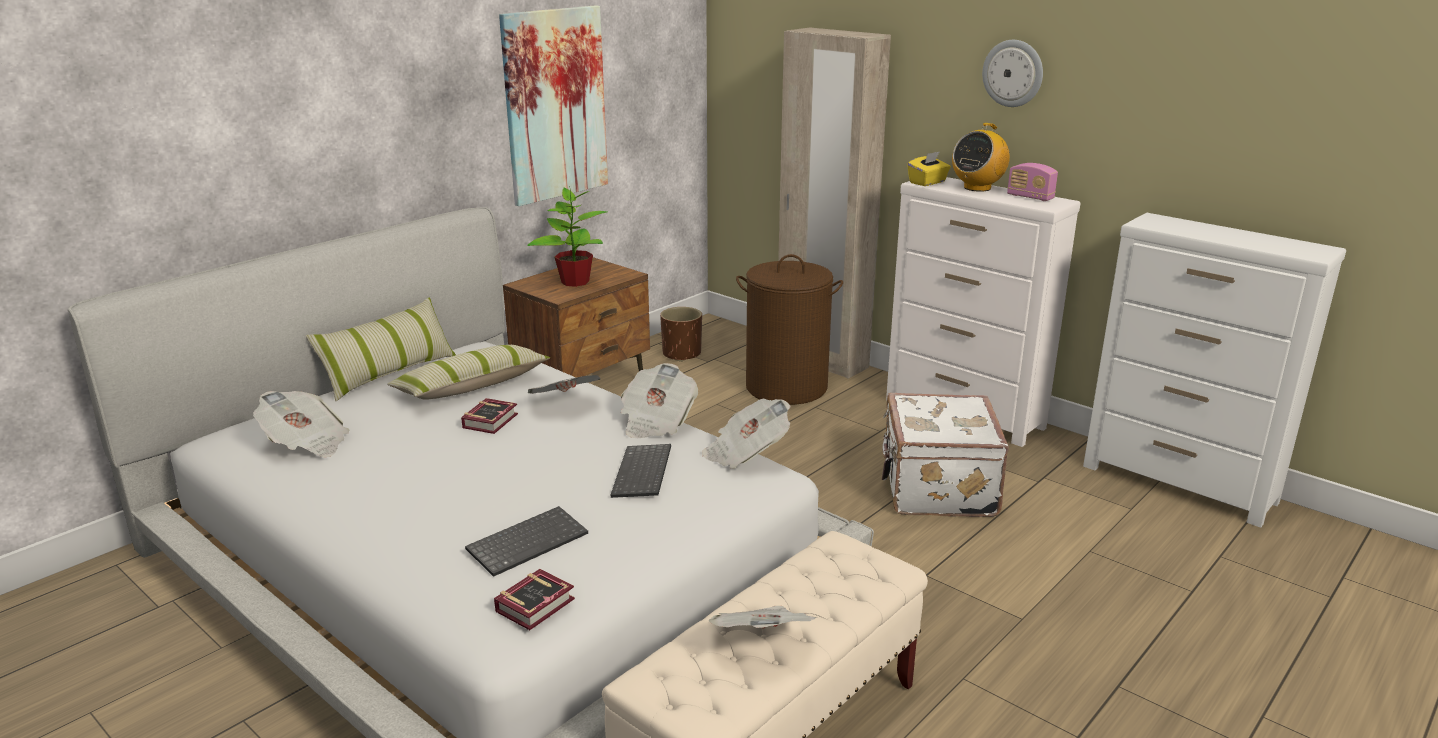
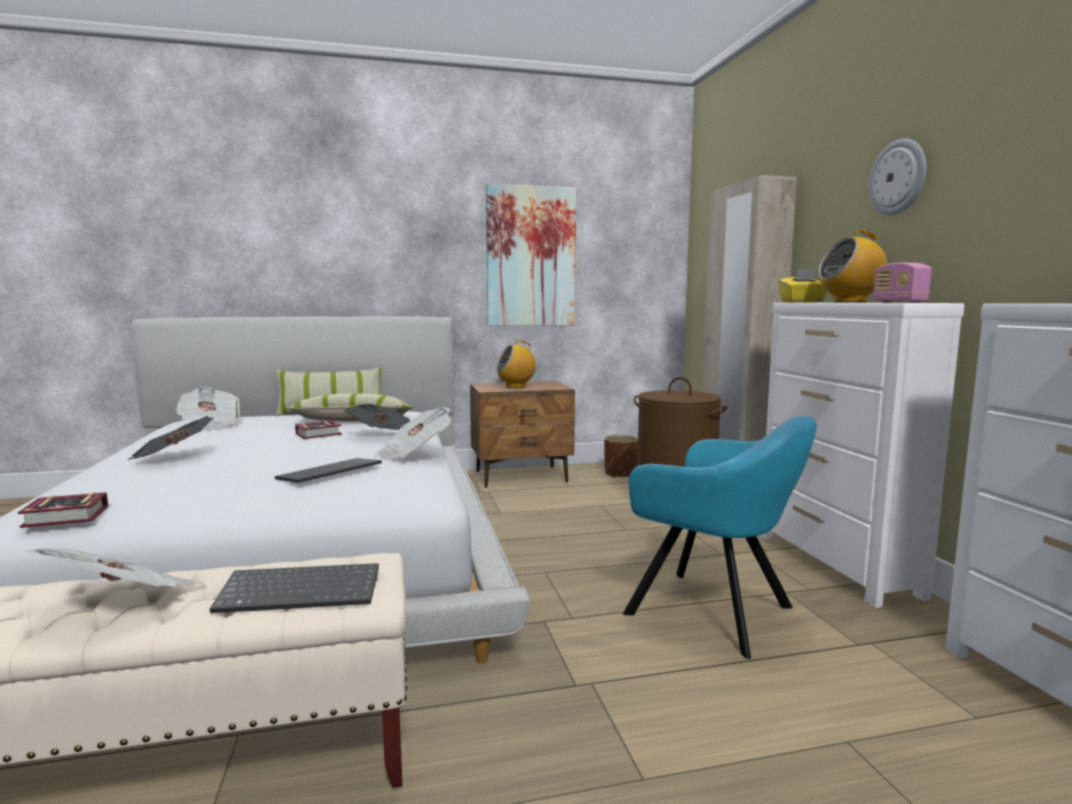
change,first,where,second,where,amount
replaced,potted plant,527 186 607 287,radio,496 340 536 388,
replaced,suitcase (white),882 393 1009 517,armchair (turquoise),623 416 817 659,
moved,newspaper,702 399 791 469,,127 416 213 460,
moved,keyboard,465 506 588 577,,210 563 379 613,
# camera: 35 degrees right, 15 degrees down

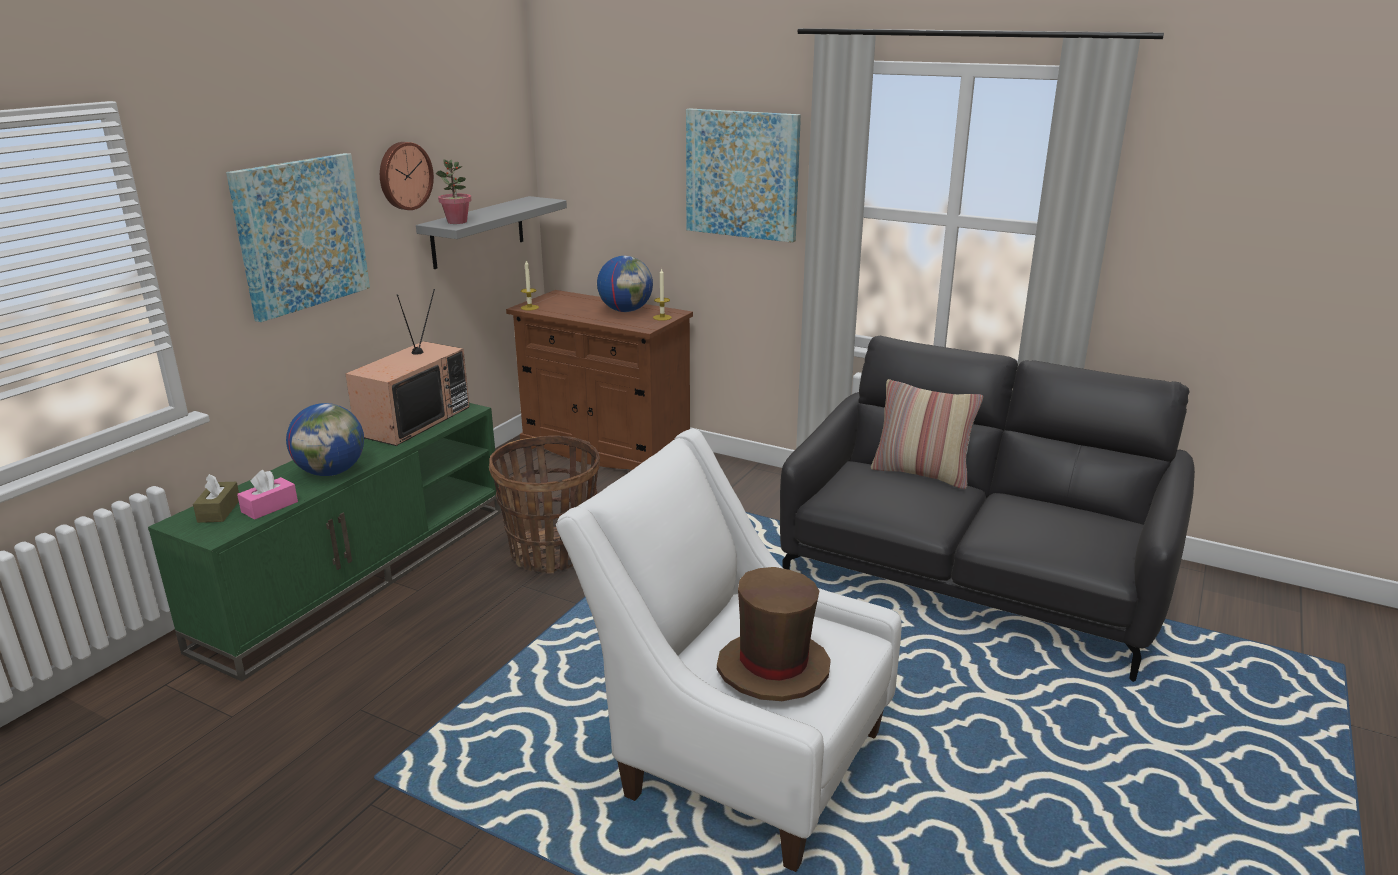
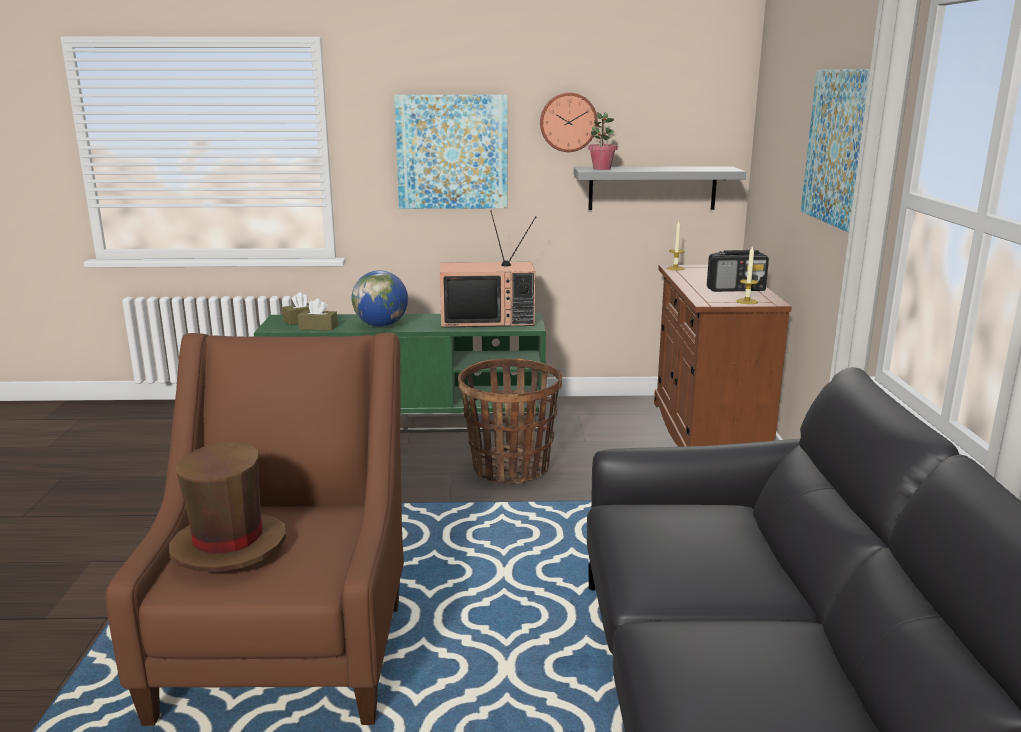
change,first,where,second,where,amount
replaced,globe,597 256 653 312,radio,707 250 769 292,
removed,pillow,871 379 983 489,,,
recoloured,armchair (white),556 429 901 872,armchair (brown),105 333 404 726,
recoloured,tissue box (pink),237 470 298 520,tissue box (brown),298 299 338 331,
# camera: 60 degrees right, 5 degrees down

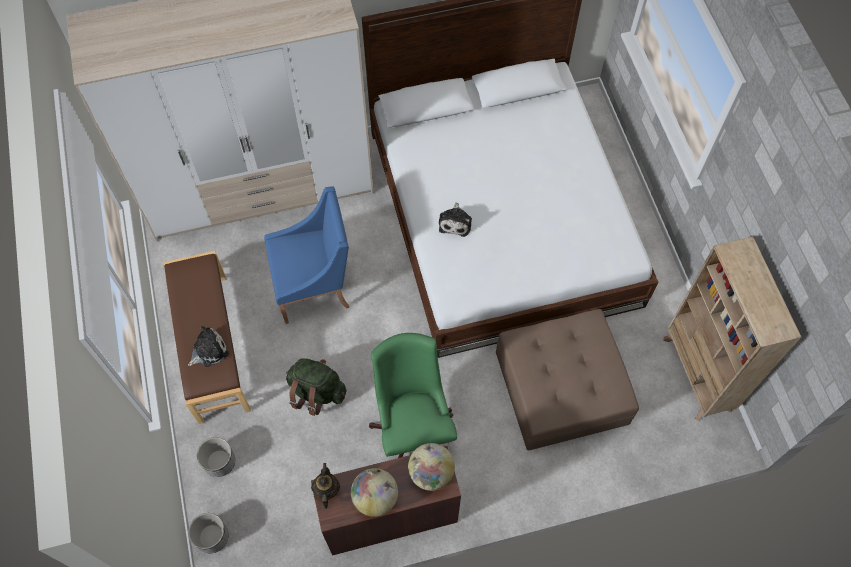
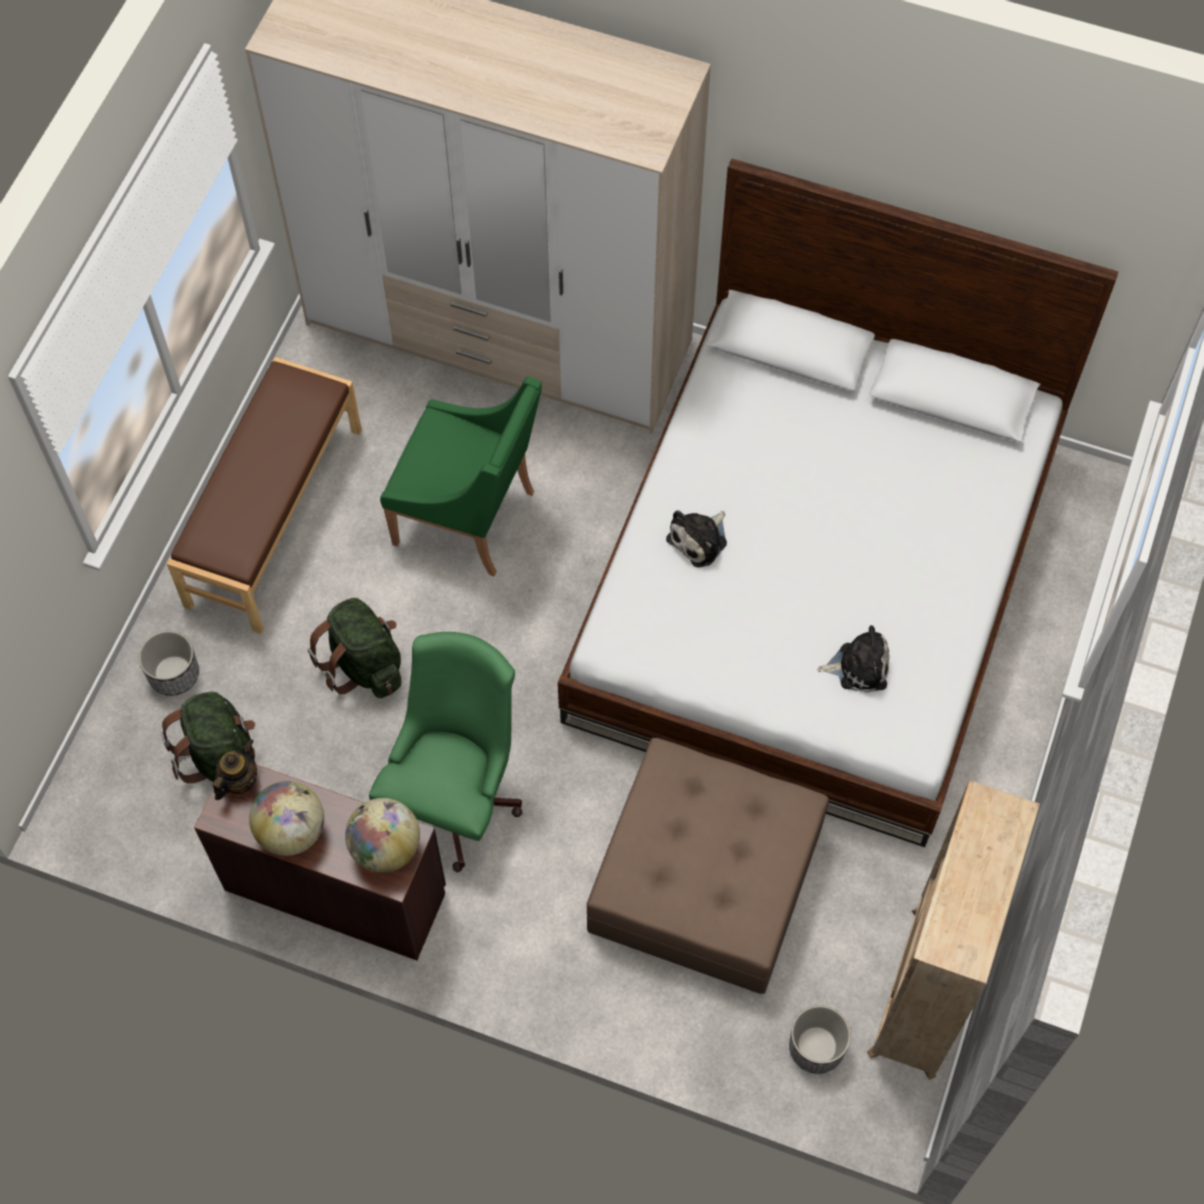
change,first,where,second,where,amount
recoloured,armchair (blue),264 186 349 324,armchair (green),380 376 542 577,
moved,plush toy,188 326 229 367,,818 625 890 693,
moved,planter,188 513 229 553,,789 1005 851 1074,
added,,,backpack (green),161 692 255 784,
# camera: 35 degrees right, 0 degrees up

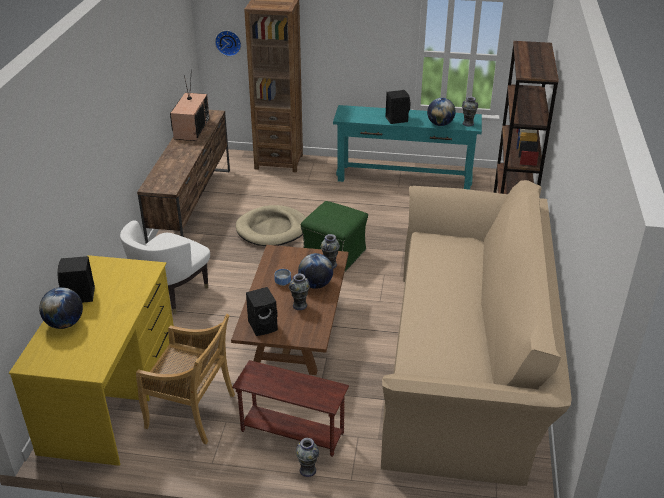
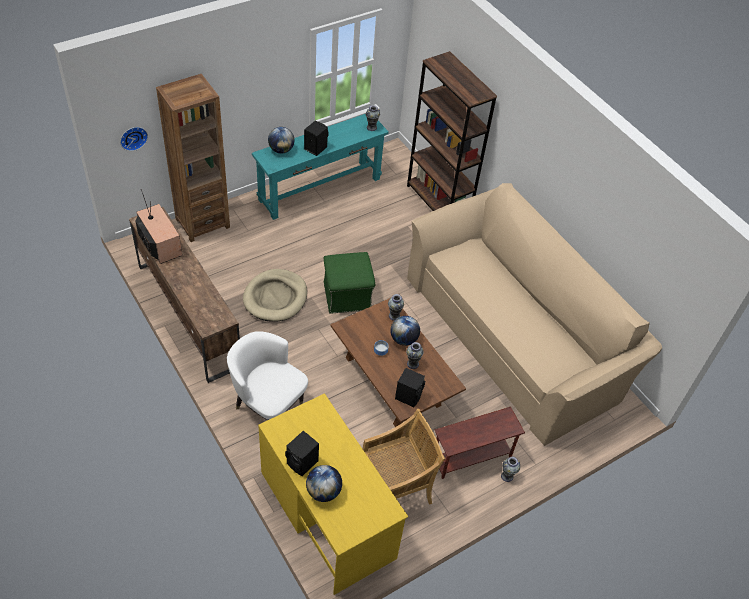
change,first,where,second,where,amount
moved,globe,427 98 455 126,,268 127 294 153,
turned,armchair (white),120 221 210 314,,227 331 308 420,135 degrees clockwise
# camera: 45 degrees left, 15 degrees up

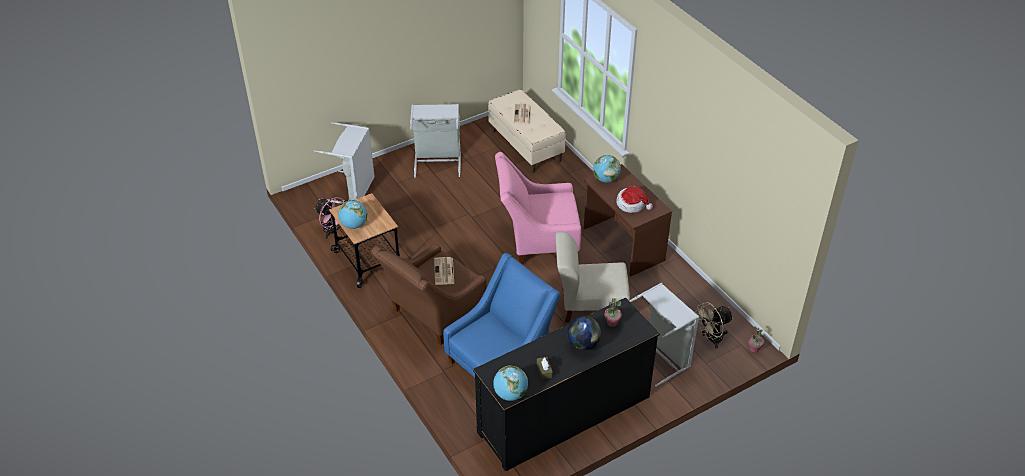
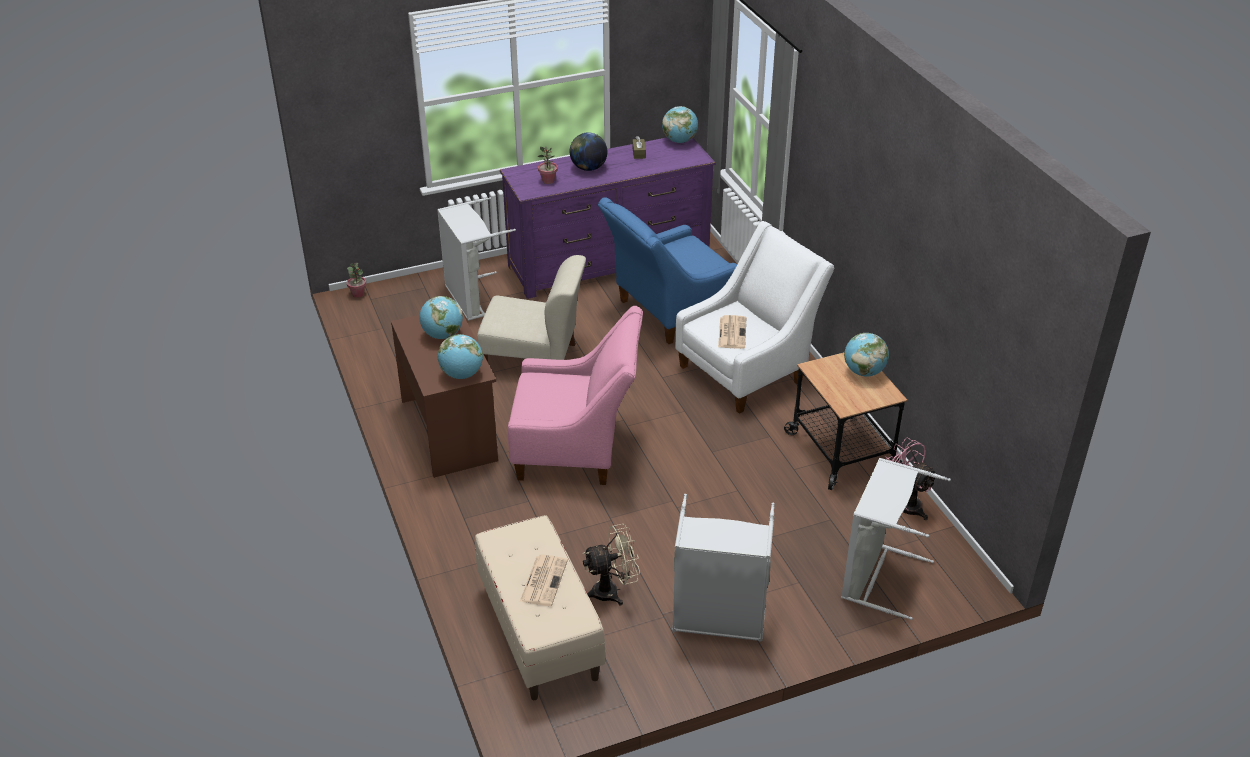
change,first,where,second,where,amount
replaced,hat,616 186 653 213,globe,420 296 463 339,
recoloured,armchair (brown),371 244 487 345,armchair (white),675 221 835 414,
recoloured,dresser (black),473 298 660 472,dresser (purple),500 137 715 299,
moved,fan (beige),696 302 733 349,,583 524 640 605,
# camera: 170 degrees left, 5 degrees down

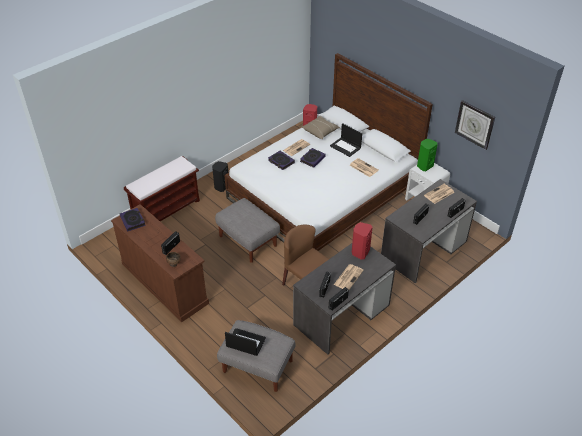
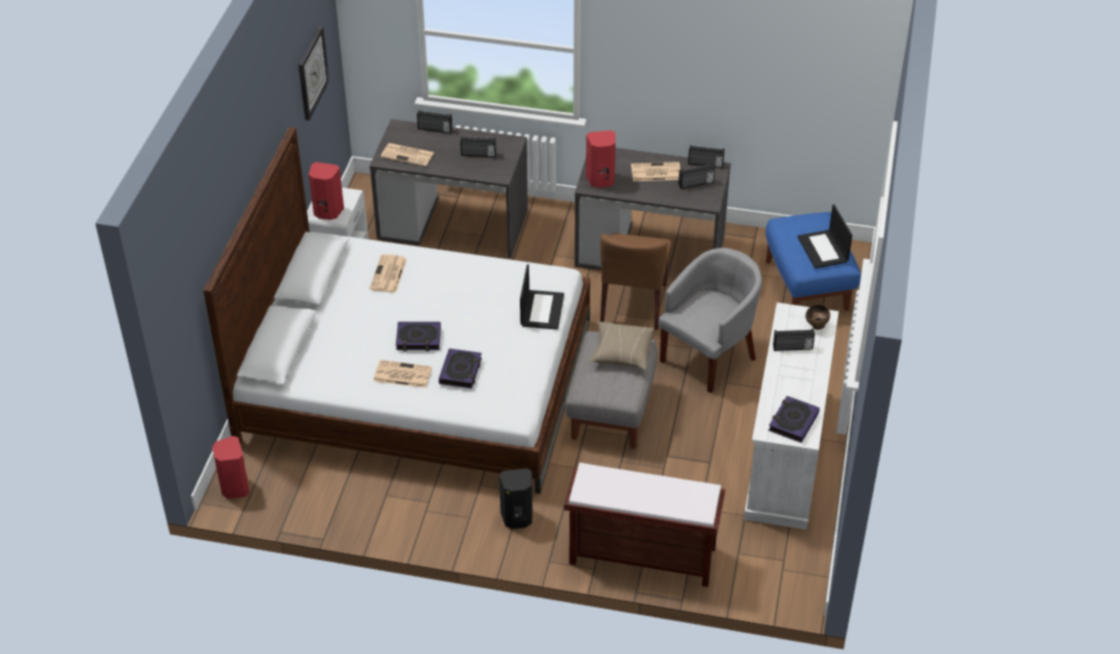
change,first,where,second,where,amount
moved,pillow (beige),302 116 340 139,,590 322 654 370,
moved,laptop,330 123 362 157,,520 264 564 330,
recoloured,speaker (green),417 139 438 171,speaker (red),309 162 344 220,
recoloured,dresser (brown),111 204 209 322,dresser (white),744 302 839 530,
recoloured,ottoman (grey),217 320 296 392,ottoman (blue),766 212 861 311,
added,,,armchair (grey),658 248 762 393,
# camera: 125 degrees left, 0 degrees up

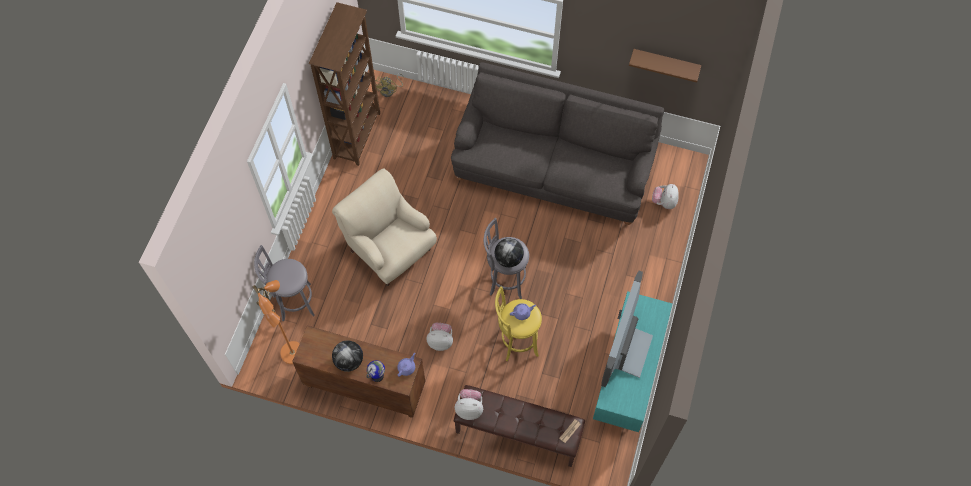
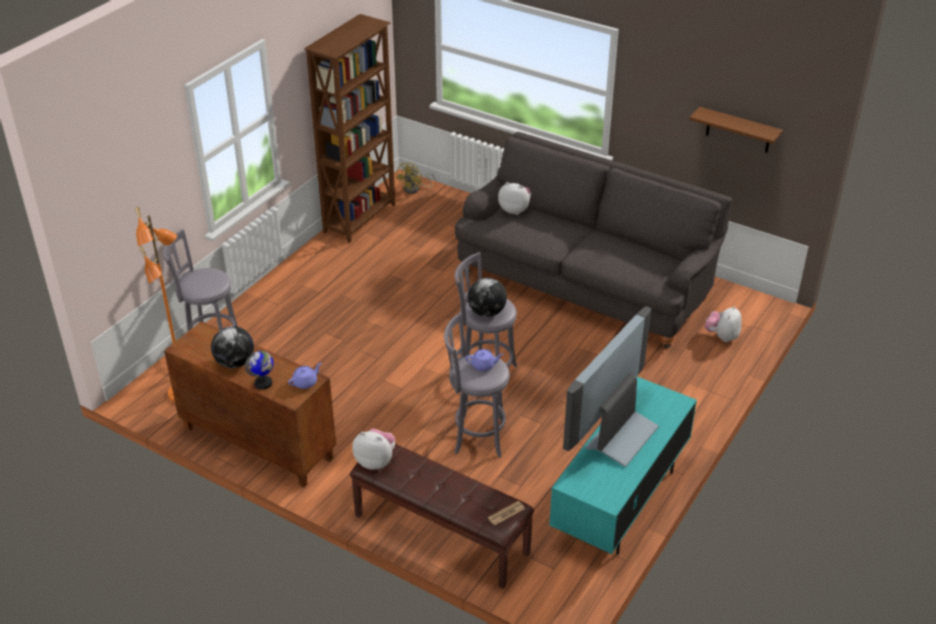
change,first,where,second,where,amount
removed,armchair (beige),332 169 437 286,,,
recoloured,stool (yellow),495 286 542 361,stool (grey),444 312 510 458,
moved,plush toy,426 323 453 351,,498 182 531 215,
# camera: 15 degrees right, 25 degrees down

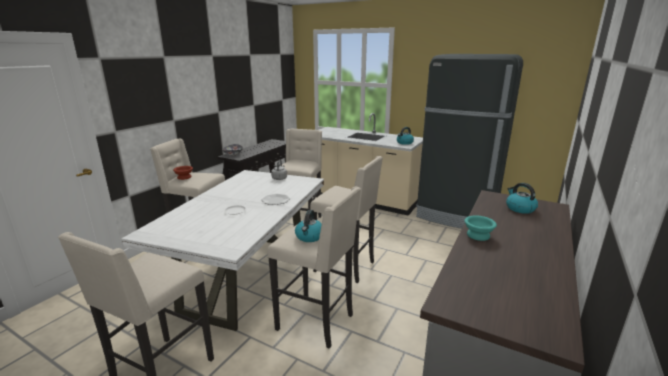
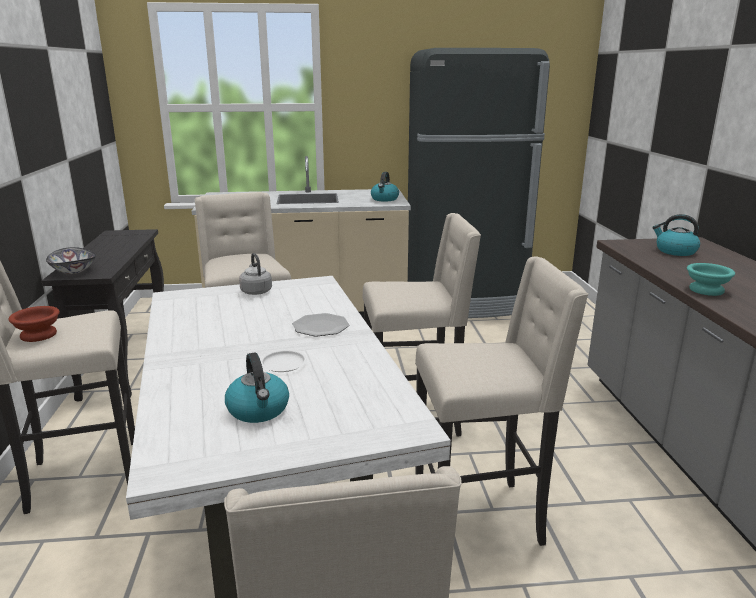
change,first,where,second,where,amount
moved,kettle,295 210 322 242,,225 353 289 423,
# camera: 35 degrees left, 0 degrees up

